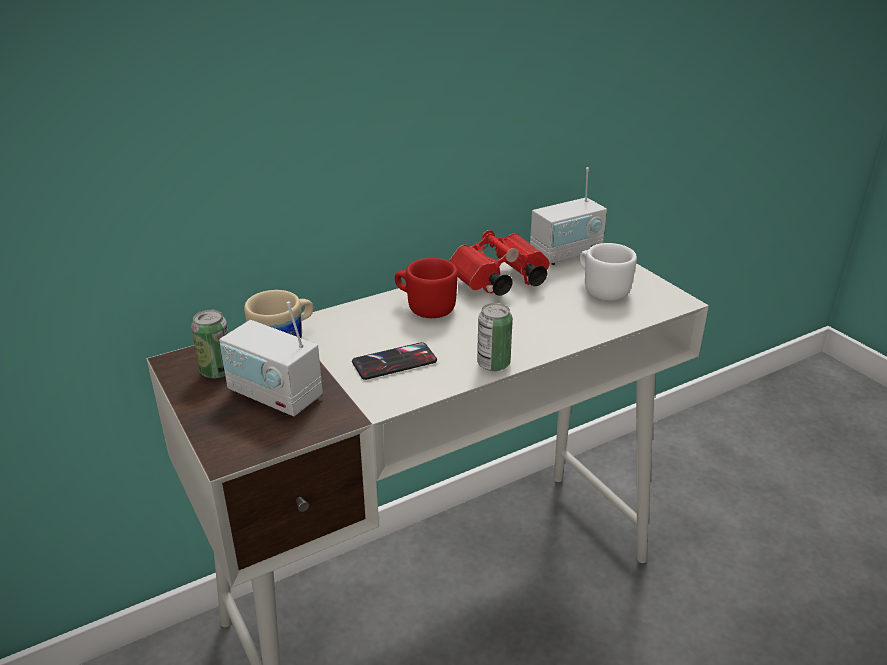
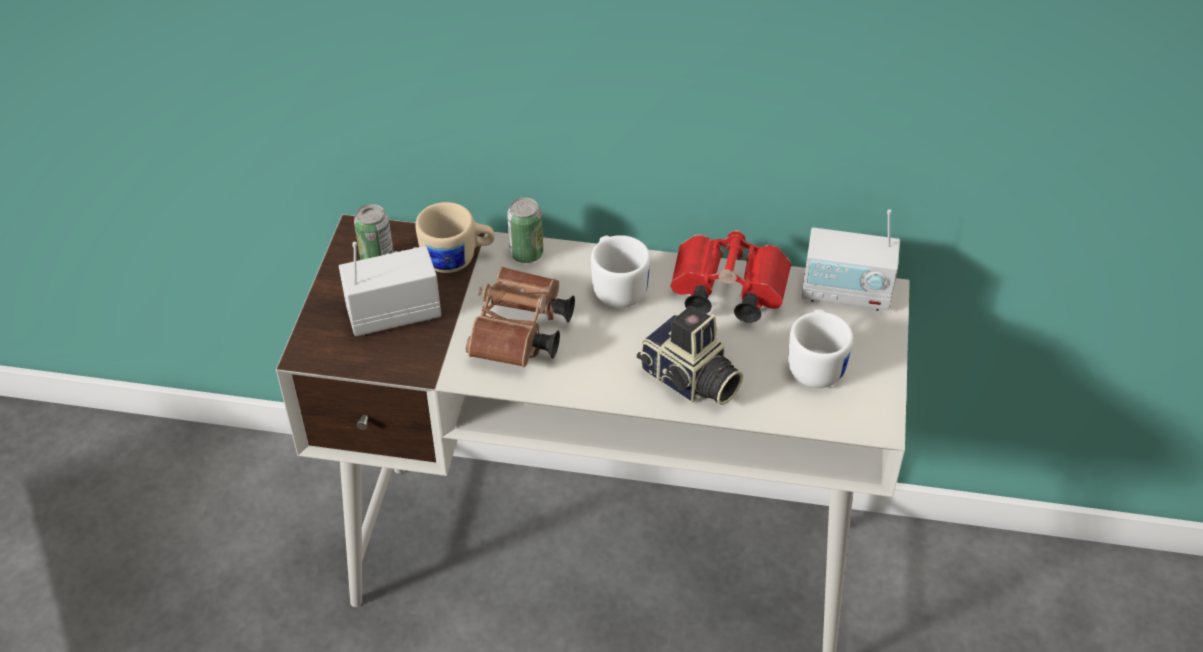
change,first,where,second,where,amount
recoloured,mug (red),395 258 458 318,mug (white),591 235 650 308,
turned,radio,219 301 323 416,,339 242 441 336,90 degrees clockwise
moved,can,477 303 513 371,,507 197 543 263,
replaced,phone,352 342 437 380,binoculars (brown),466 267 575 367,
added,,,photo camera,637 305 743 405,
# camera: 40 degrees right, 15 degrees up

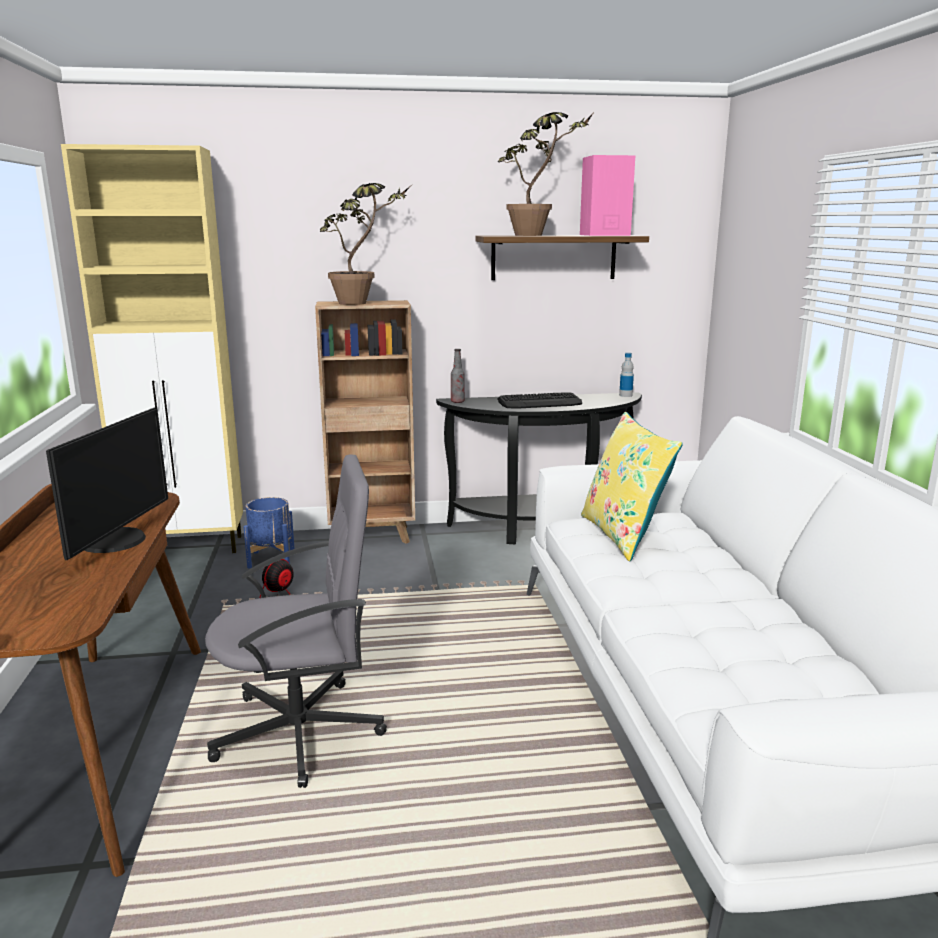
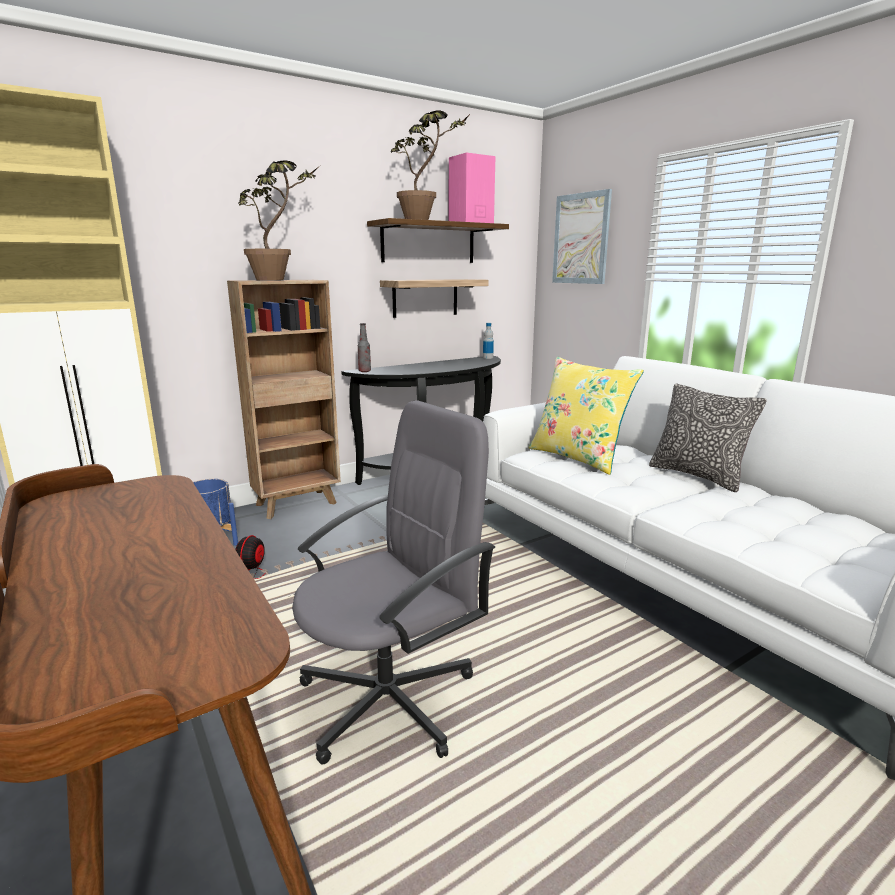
change,first,where,second,where,amount
removed,keyboard,497 392 582 409,,,
removed,monitor,46 407 168 560,,,
added,,,picture,552 189 612 284,
added,,,shelf,380 279 489 318,
added,,,pillow,649 383 767 492,
# camera: 25 degrees left, 0 degrees up

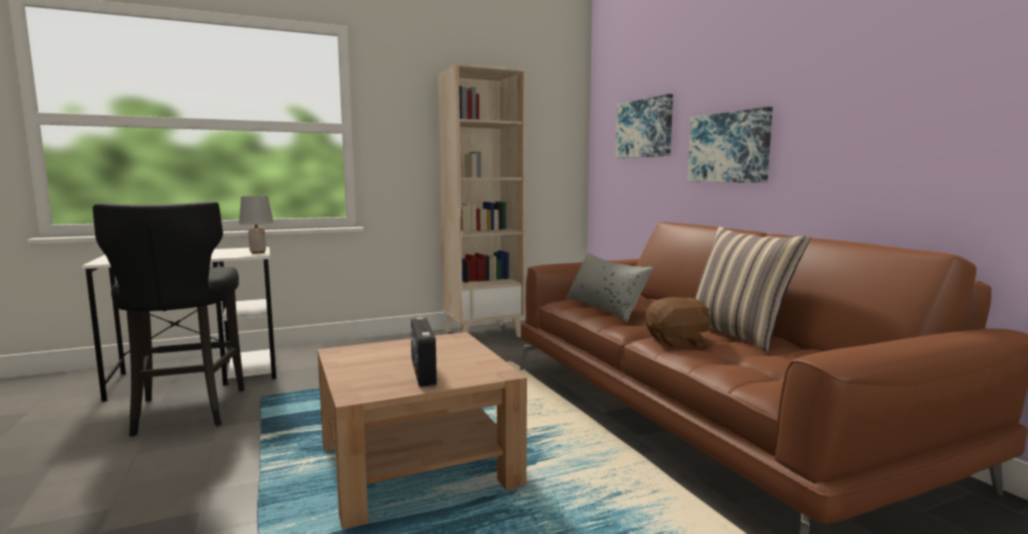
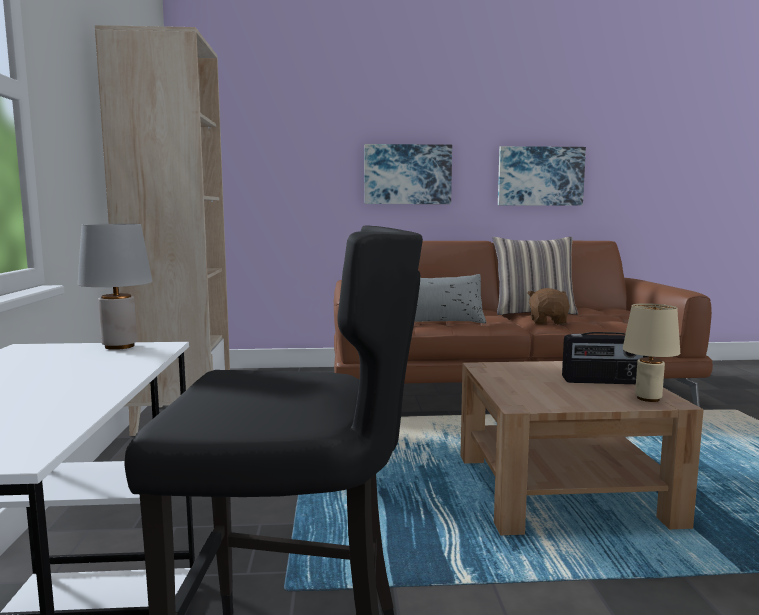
change,first,where,second,where,amount
moved,picture,616 94 673 158,,498 146 586 205,
added,,,table lamp (beige),623 303 680 402,
# camera: 70 degrees left, 0 degrees up

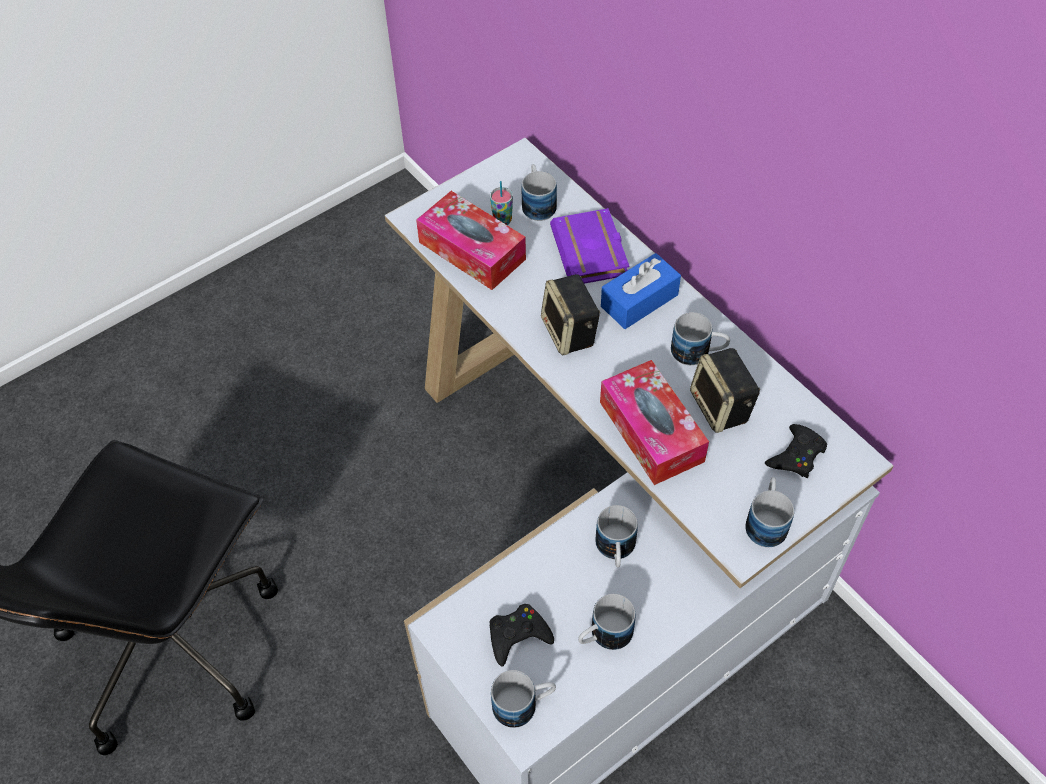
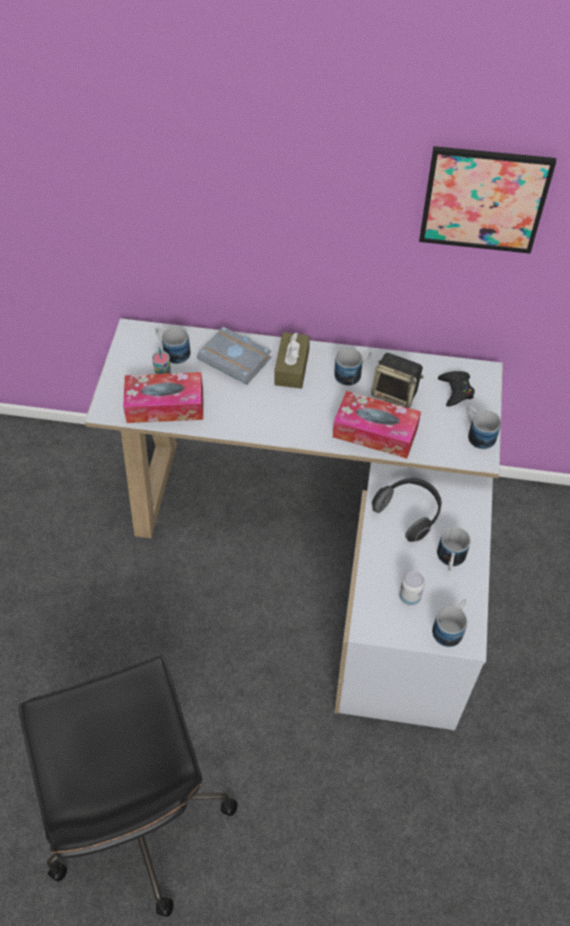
change,first,where,second,where,amount
recoloured,book (purple),550 208 630 284,book (grey),197 326 271 385,
recoloured,tissue box (blue),601 253 681 329,tissue box (brown),274 332 310 389,
removed,speaker,541 274 600 355,,,
replaced,mug,595 505 638 567,headphones,372 477 442 542,
replaced,game controller (black),489 604 554 666,can,399 571 425 605,
added,,,picture,419 146 556 254,
# camera: 45 degrees left, 0 degrees up

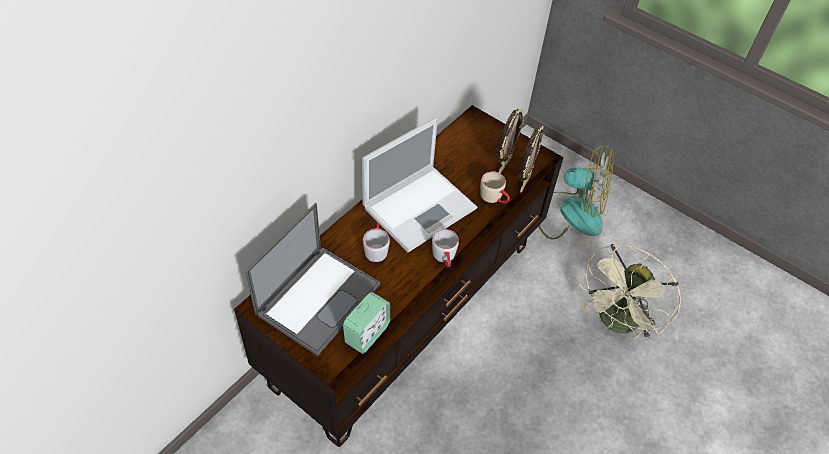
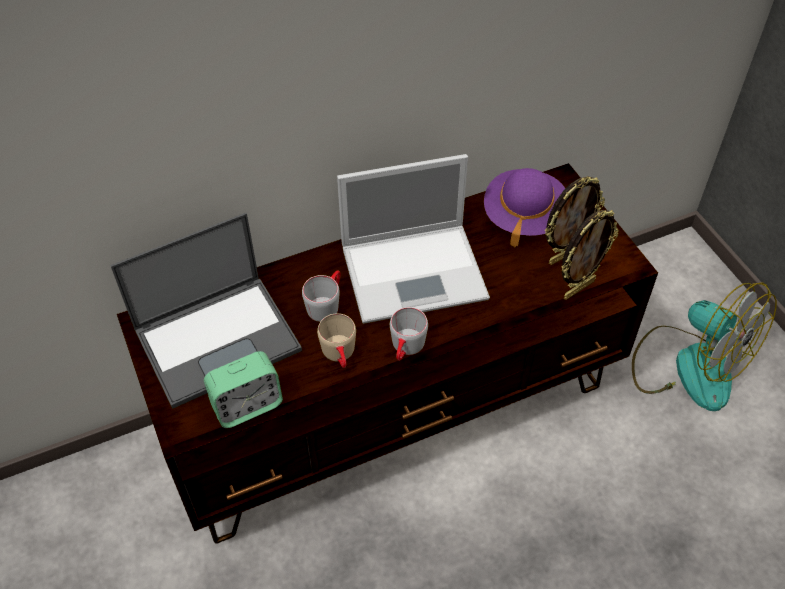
change,first,where,second,where,amount
moved,mug (beige),480 171 510 203,,317 313 356 368,
removed,fan (beige),578 244 681 340,,,
added,,,hat (purple),484 168 566 247,
# camera: 30 degrees right, 0 degrees up

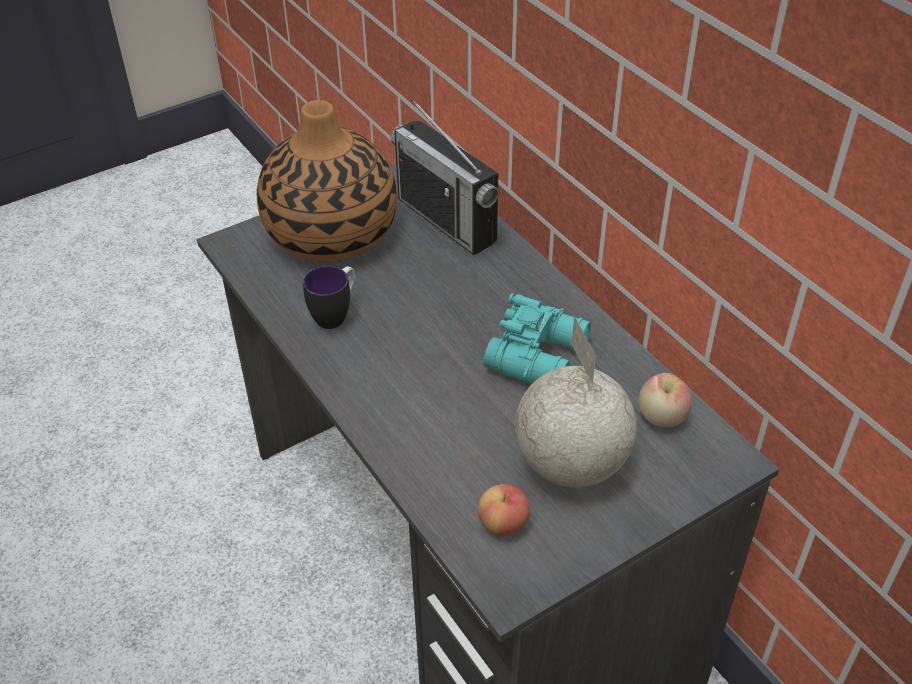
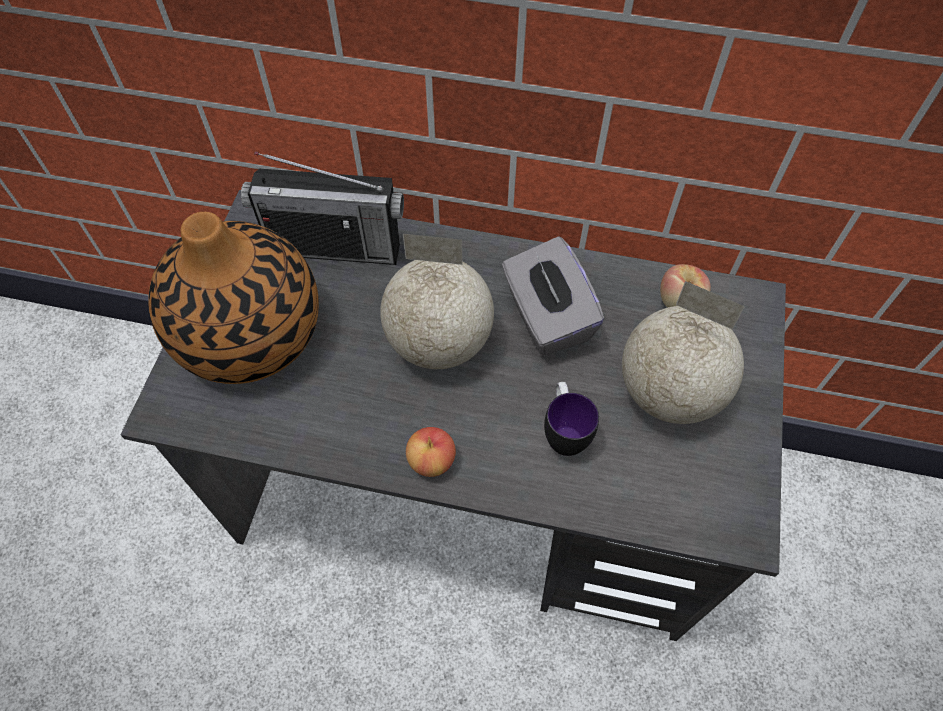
change,first,where,second,where,amount
moved,mug,303 266 355 329,,544 382 599 456,
replaced,binoculars (turquoise),484 293 591 384,tissue box (grey),502 236 605 355,
moved,apple,478 484 530 536,,406 427 456 477,
added,,,globe,380 234 494 369,
# camera: 45 degrees left, 15 degrees up

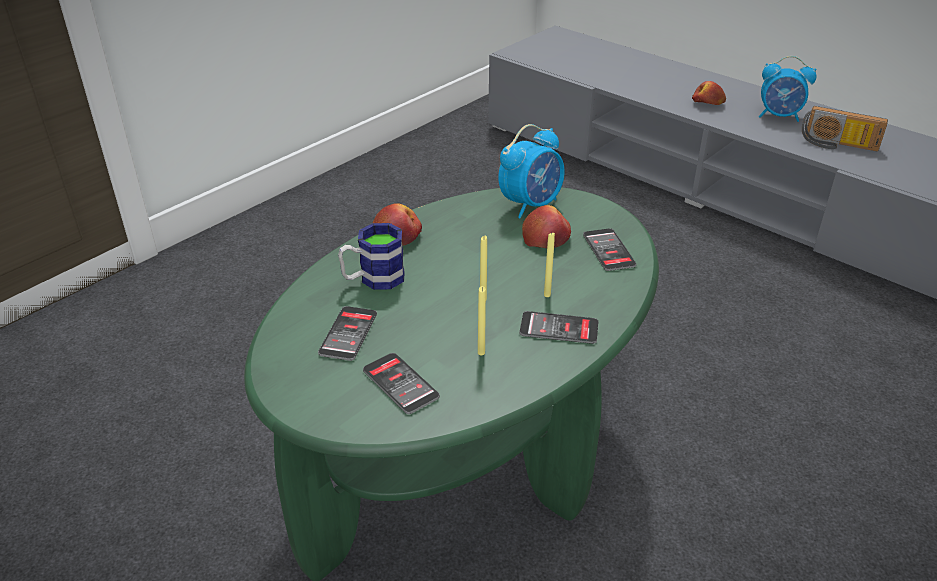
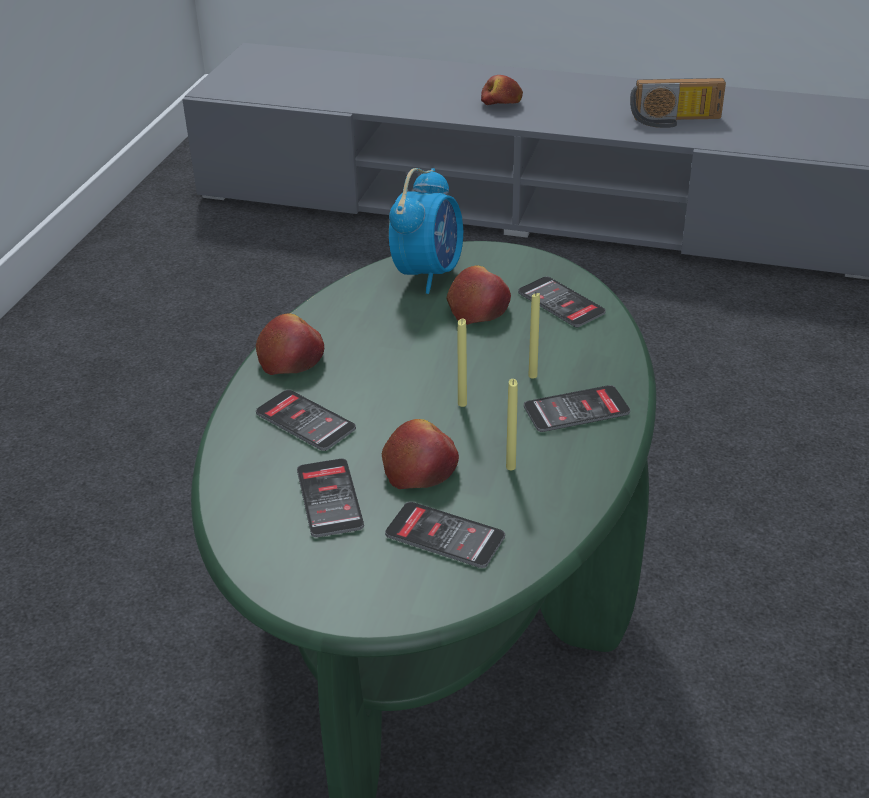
change,first,where,second,where,amount
removed,alarm clock,759 56 816 122,,,
replaced,mug,338 223 405 290,phone,256 390 356 451,
added,,,apple,382 419 459 489,
# camera: 25 degrees left, 0 degrees up

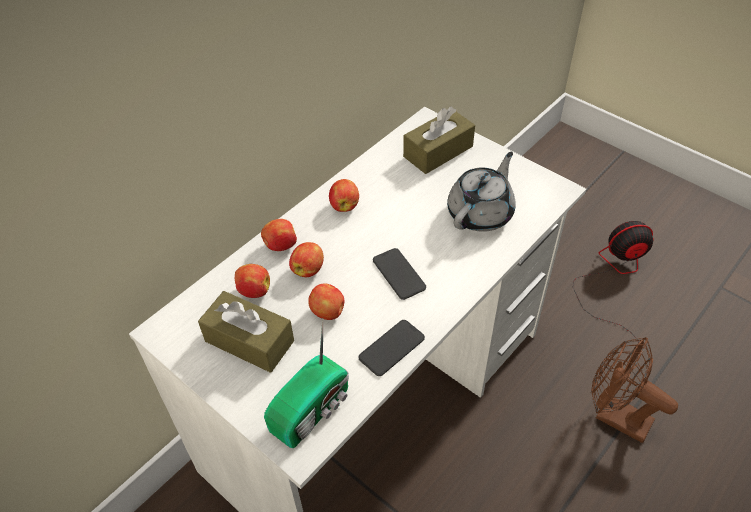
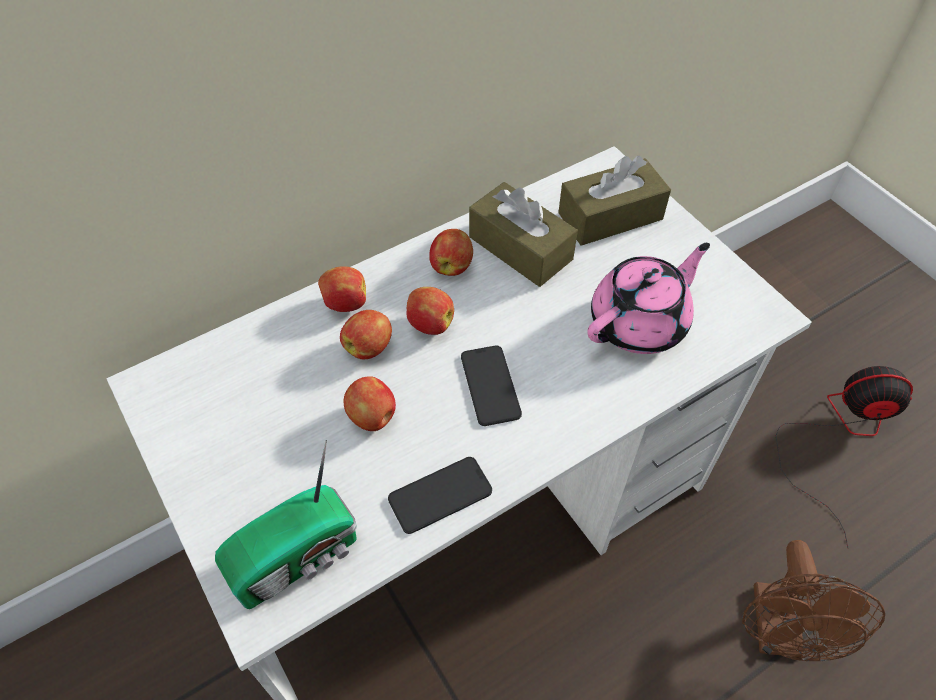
change,first,where,second,where,amount
recoloured,teapot (grey),447 152 516 232,teapot (pink),587 243 710 354,
moved,apple,235 264 270 298,,407 287 454 335,
moved,tissue box (brown),198 291 294 373,,469 182 578 287,
turned,fan (brown),591 337 678 443,,742 540 885 661,135 degrees counterclockwise
# camera: 15 degrees right, 5 degrees up

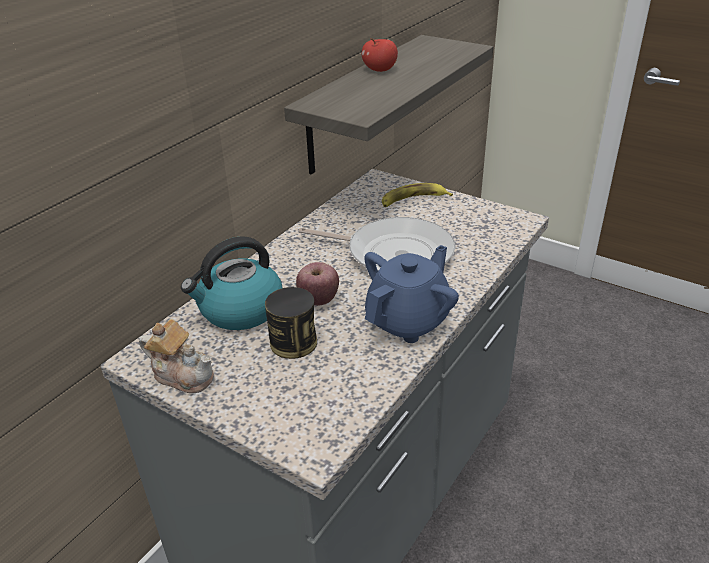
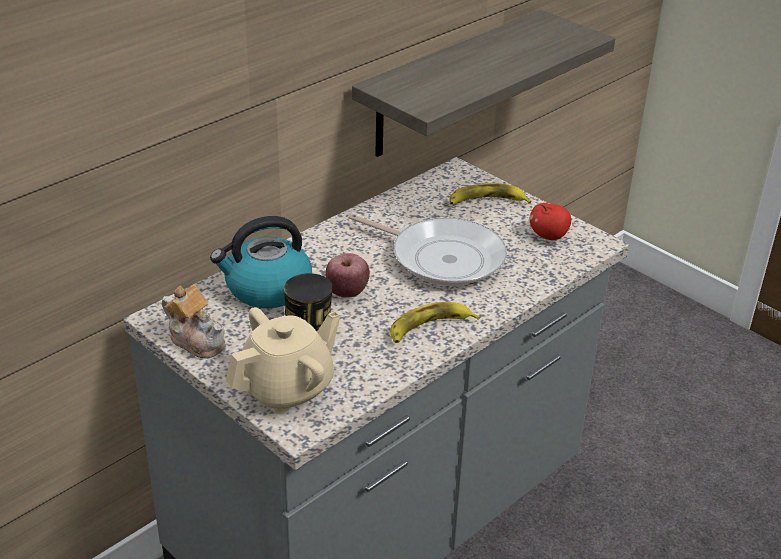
change,first,where,second,where,amount
moved,apple,362 38 398 72,,530 203 571 240,
replaced,teapot (blue),364 245 459 343,banana,390 302 480 343,
added,,,teapot (beige),226 307 341 414,
# camera: 10 degrees right, 0 degrees up

